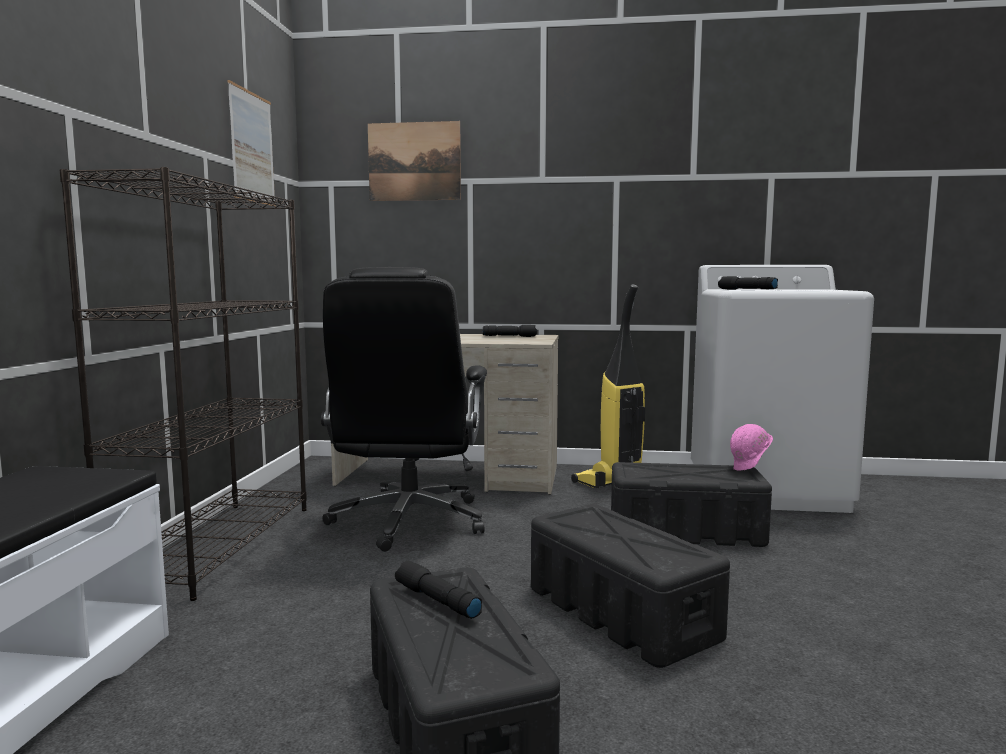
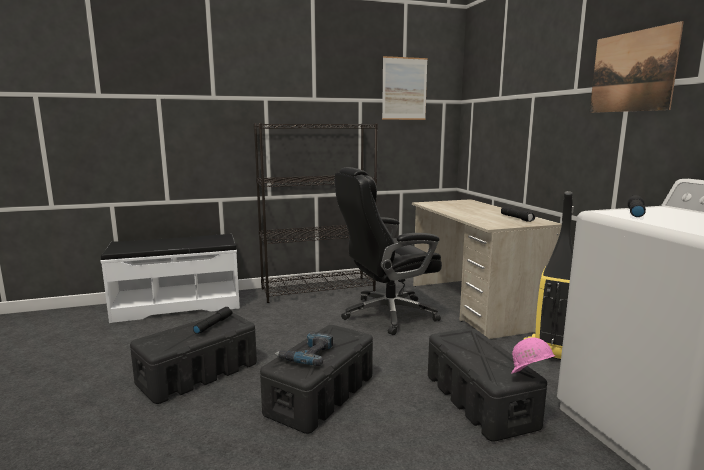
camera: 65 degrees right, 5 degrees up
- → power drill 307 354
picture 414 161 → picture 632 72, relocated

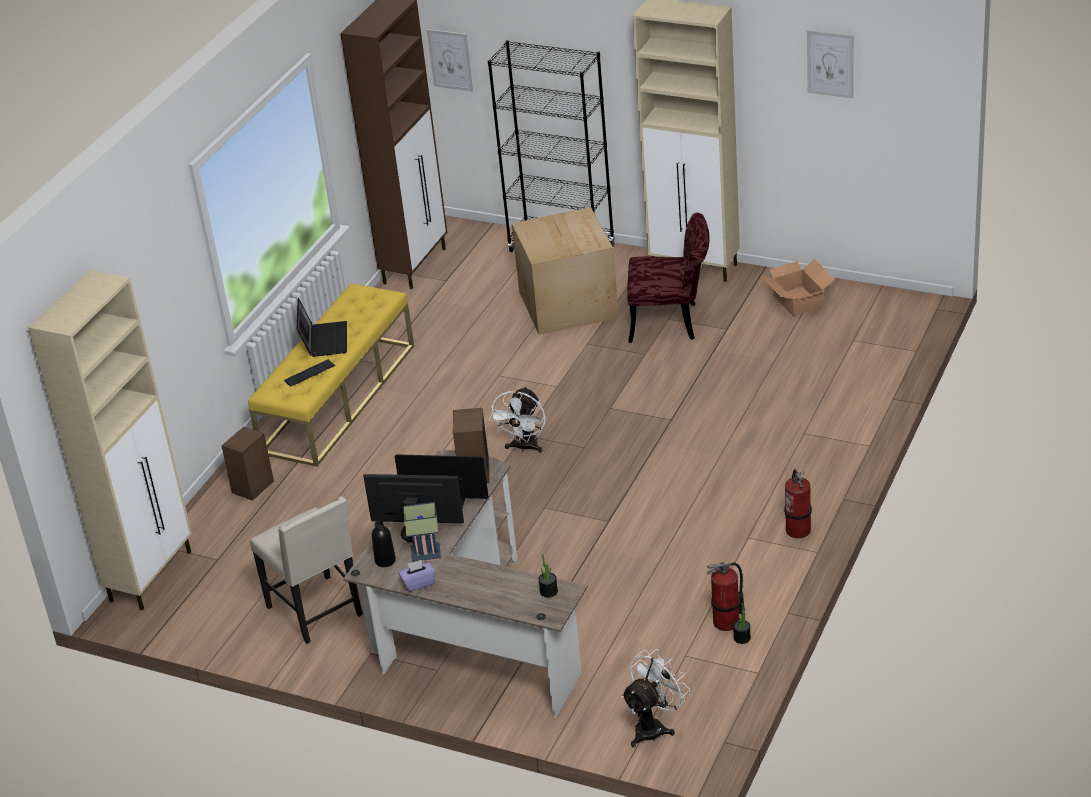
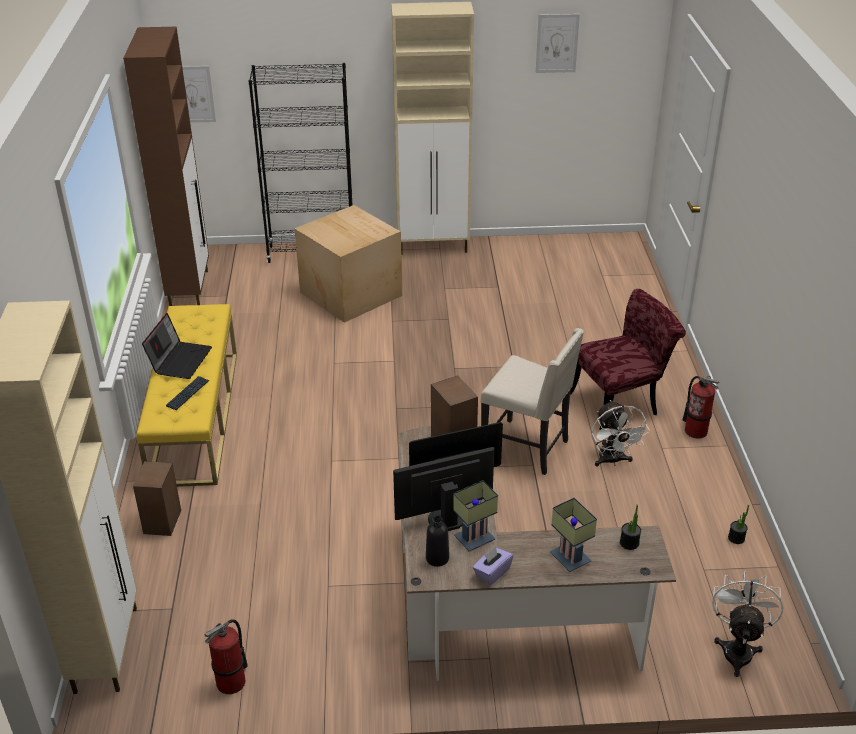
camera: 30 degrees left, 0 degrees up
carton 798 300 → -
- → table lamp 572 559
plain chair in beige-coloured 317 611 → plain chair in beige-coloured 527 448, relocated
fan in whitish 524 448 → fan in whitish 612 461, relocated
plain chair in reddish 672 322 → plain chair in reddish 621 402, relocated
fire-fighting cylinder 727 622 → fire-fighting cylinder 231 682, relocated
portable computer 324 340 → portable computer 180 360, 45 degrees clockwise

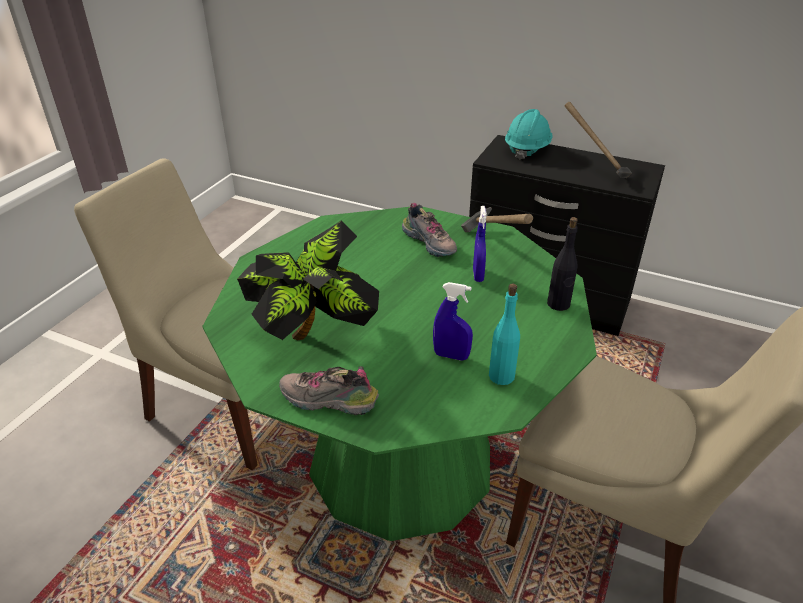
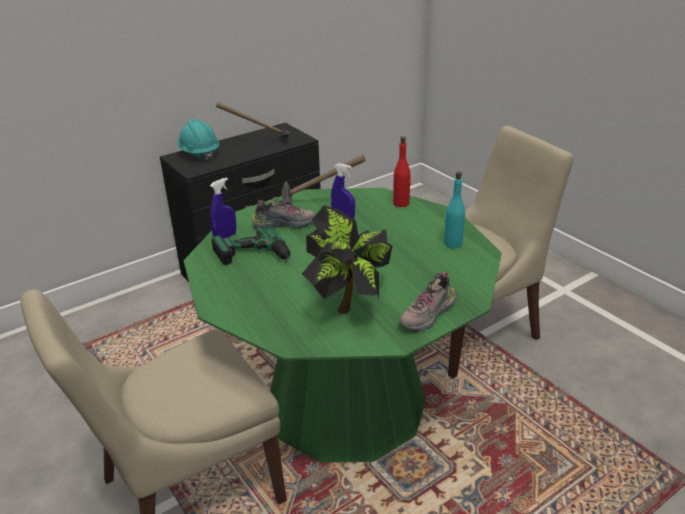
camera: 60 degrees left, 5 degrees down
- → power drill 256 258
hand sprayer in blue 451 355 → hand sprayer in blue 225 236, relocated
bottle in black-coloured 558 304 → bottle in reddish 401 203

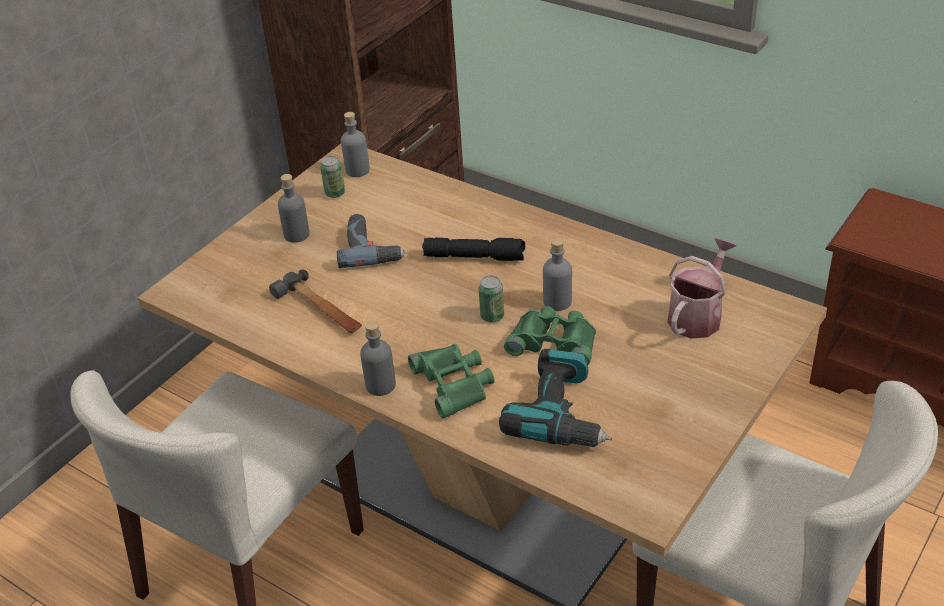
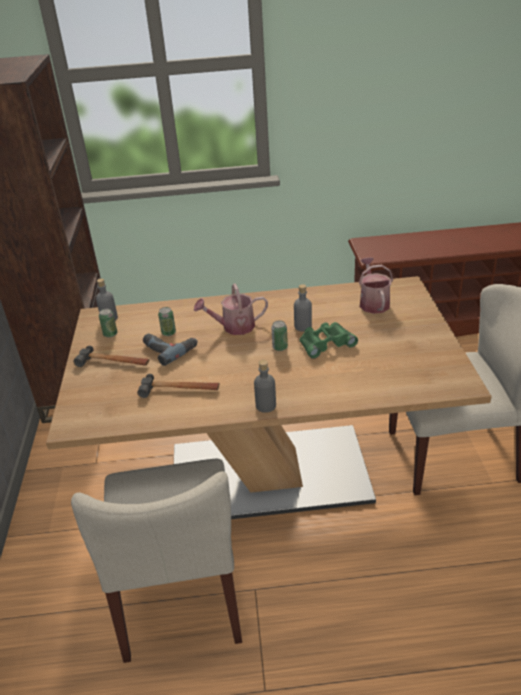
camera: 40 degrees left, 5 degrees down
binoculars in greenish 454 383 → -
power drill 562 414 → -
- → sealed can 168 333
bottle in greyish 296 234 → hand hammer 113 363
hand torch in black-coloured 475 256 → watering can 233 327

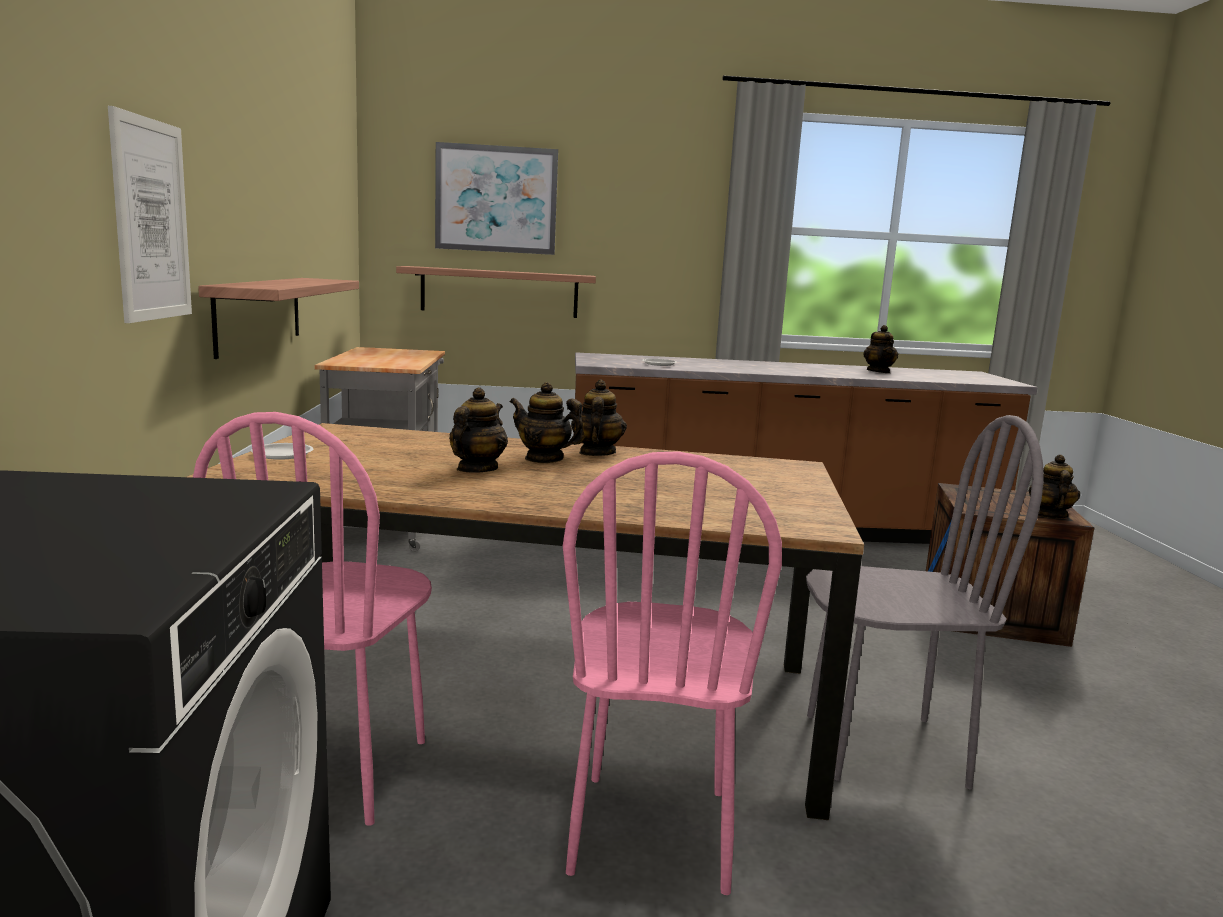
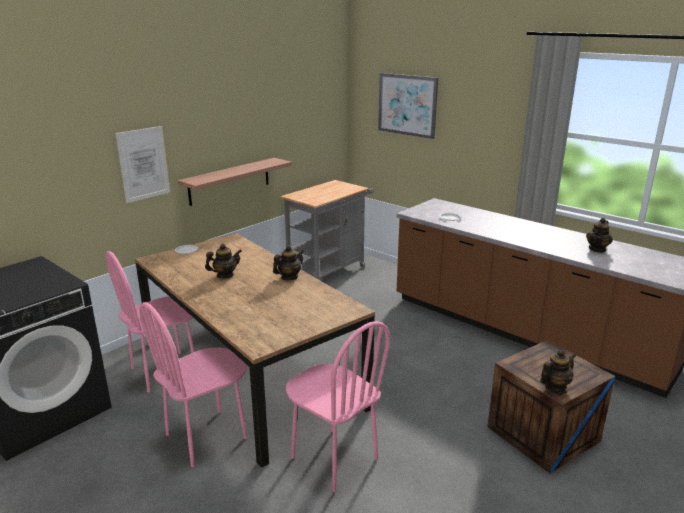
camera: 45 degrees right, 10 degrees up
shelf 499 292 → -
pot for tea 544 459 → -
plain chair in greyish 884 748 → plain chair in pinkish 333 458

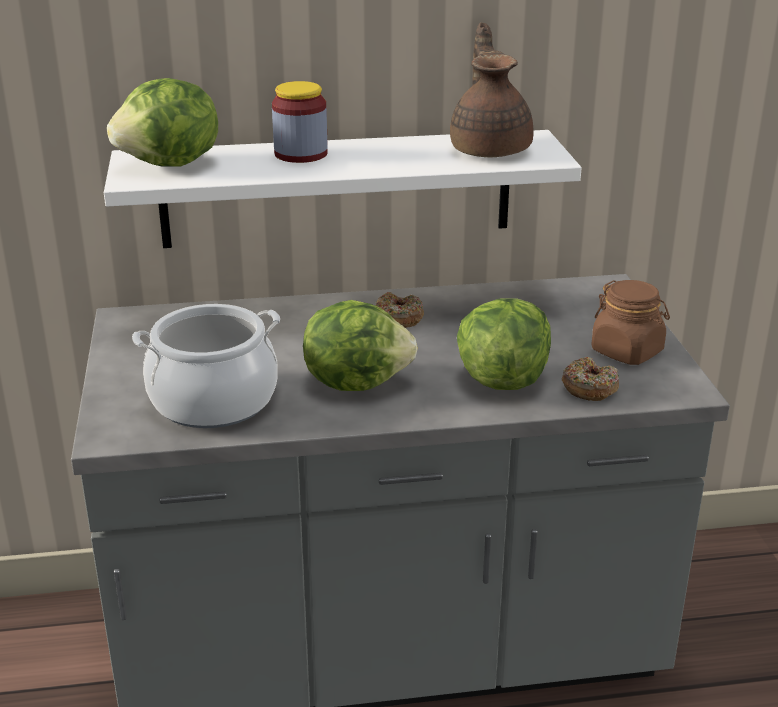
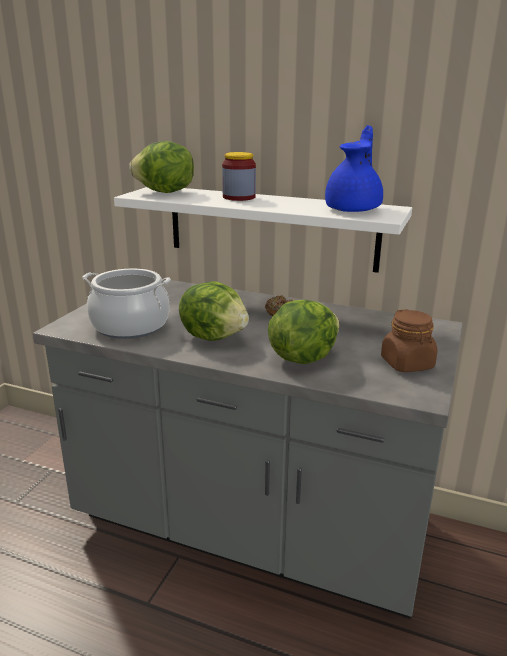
camera: 30 degrees right, 5 degrees down
donut 589 388 → -
pot for tea in brown-coloured 490 149 → pot for tea in blue 354 209

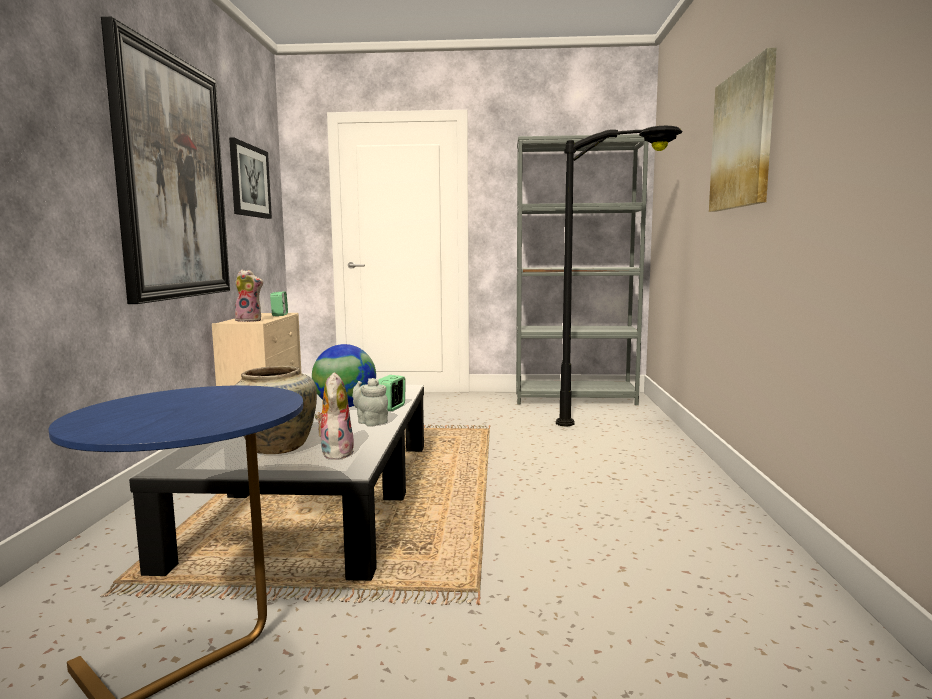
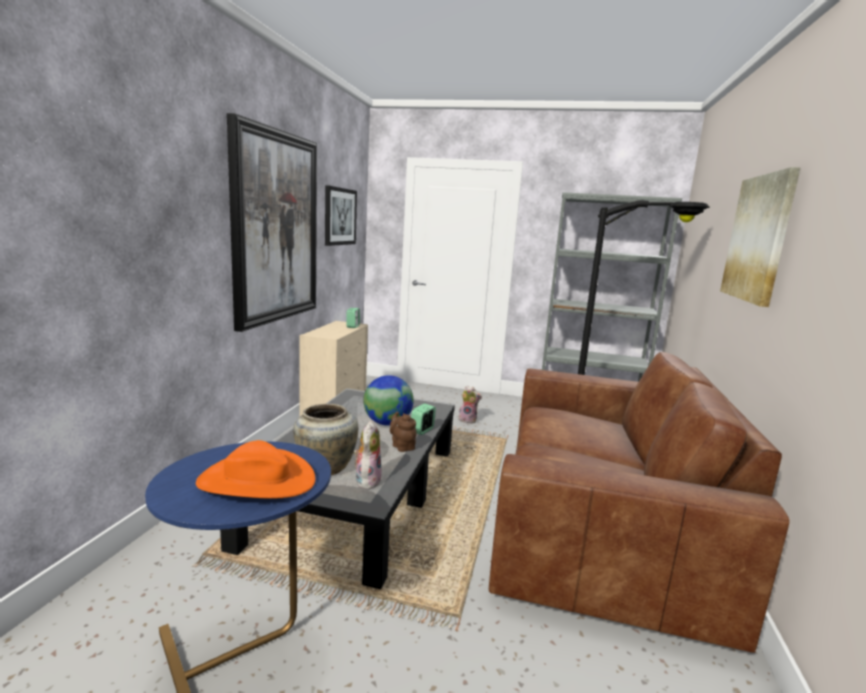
camera: 10 degrees right, 5 degrees up
- → clothing hat in orange-coloured 256 481
- → settee in brown-coloured 600 523
plush toy 250 320 → plush toy 468 420, relocated
pot for tea in greyish 370 422 → pot for tea in brown-coloured 402 446

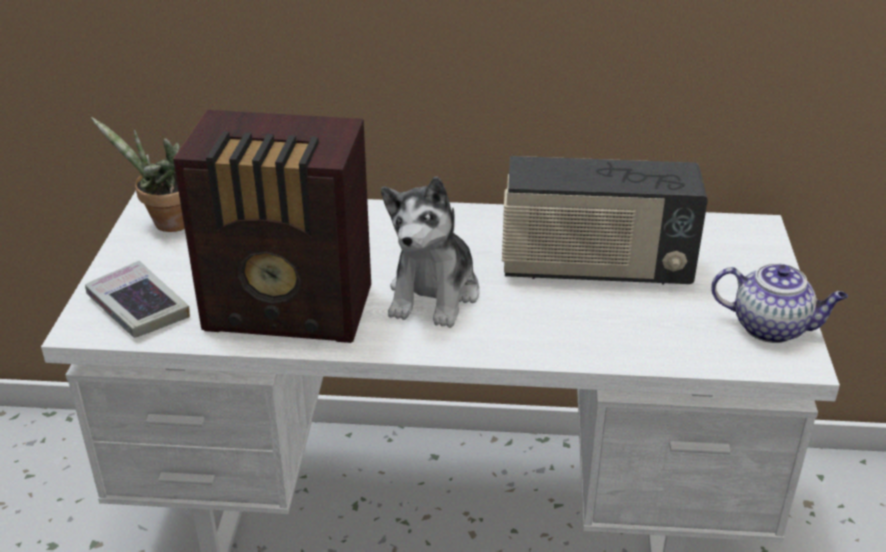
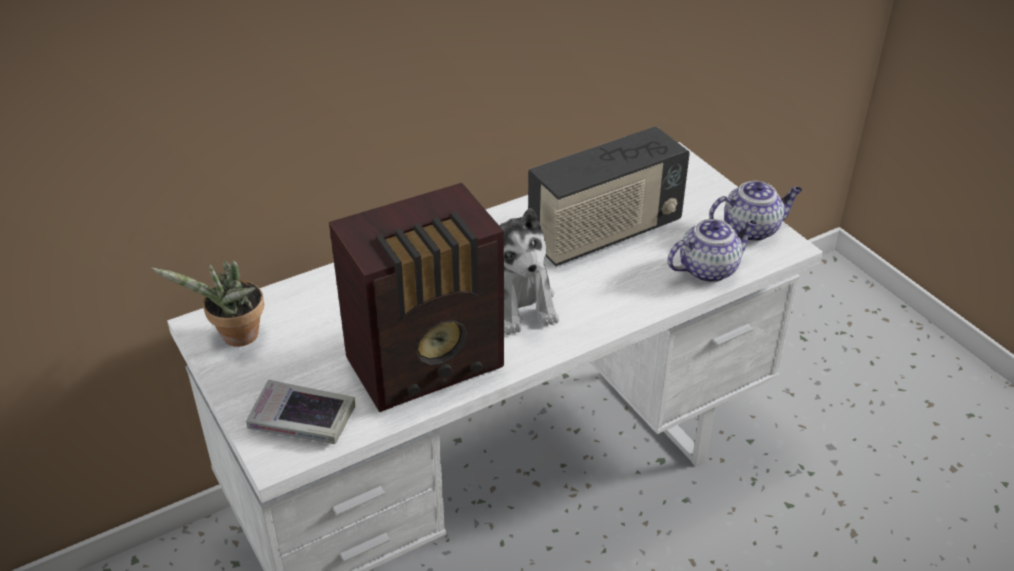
camera: 35 degrees left, 5 degrees up
- → pot for tea 709 268

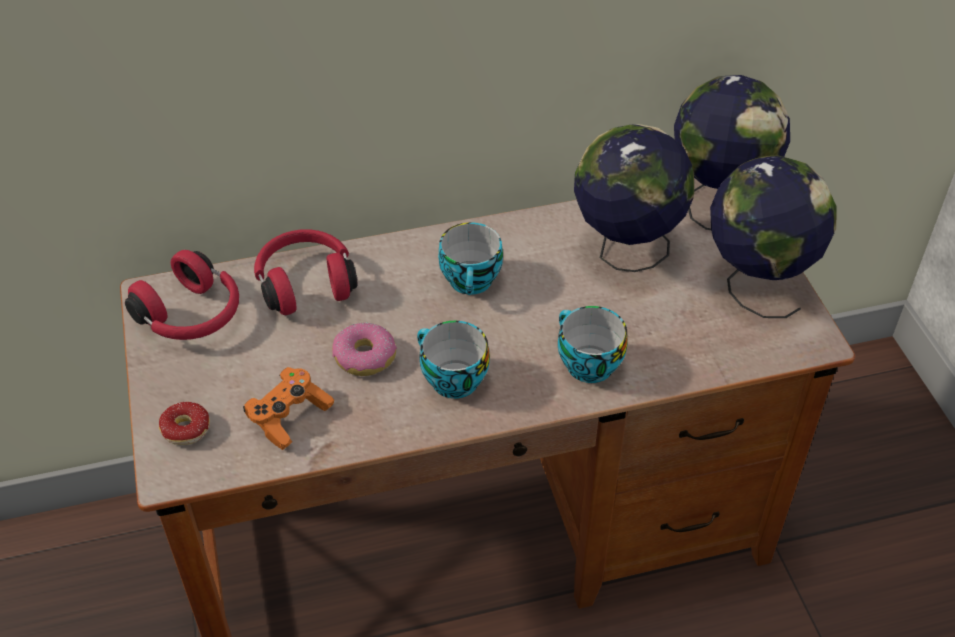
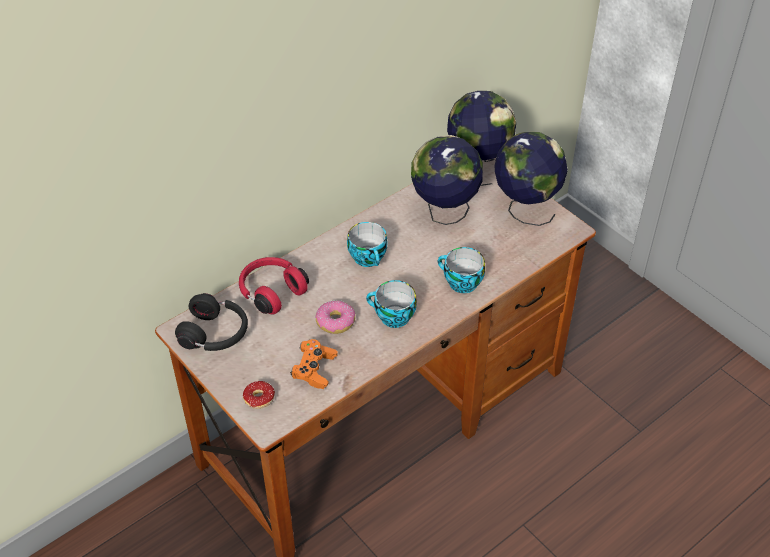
camera: 25 degrees left, 0 degrees up
headset in reddish 192 316 → headset in black-coloured 216 334

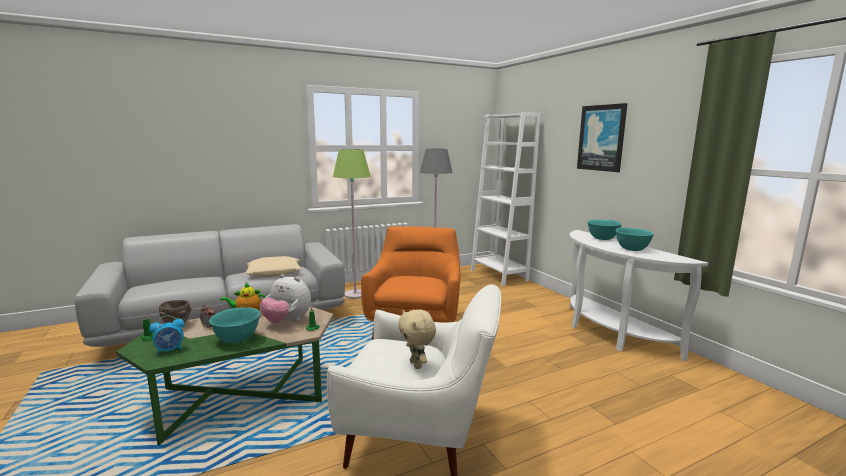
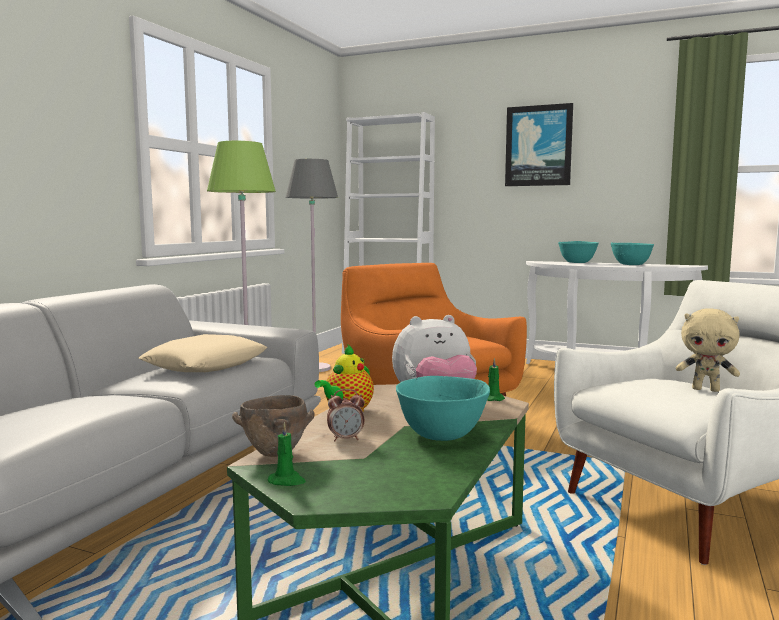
camera: 40 degrees left, 5 degrees down
alarm clock 170 350 → -

